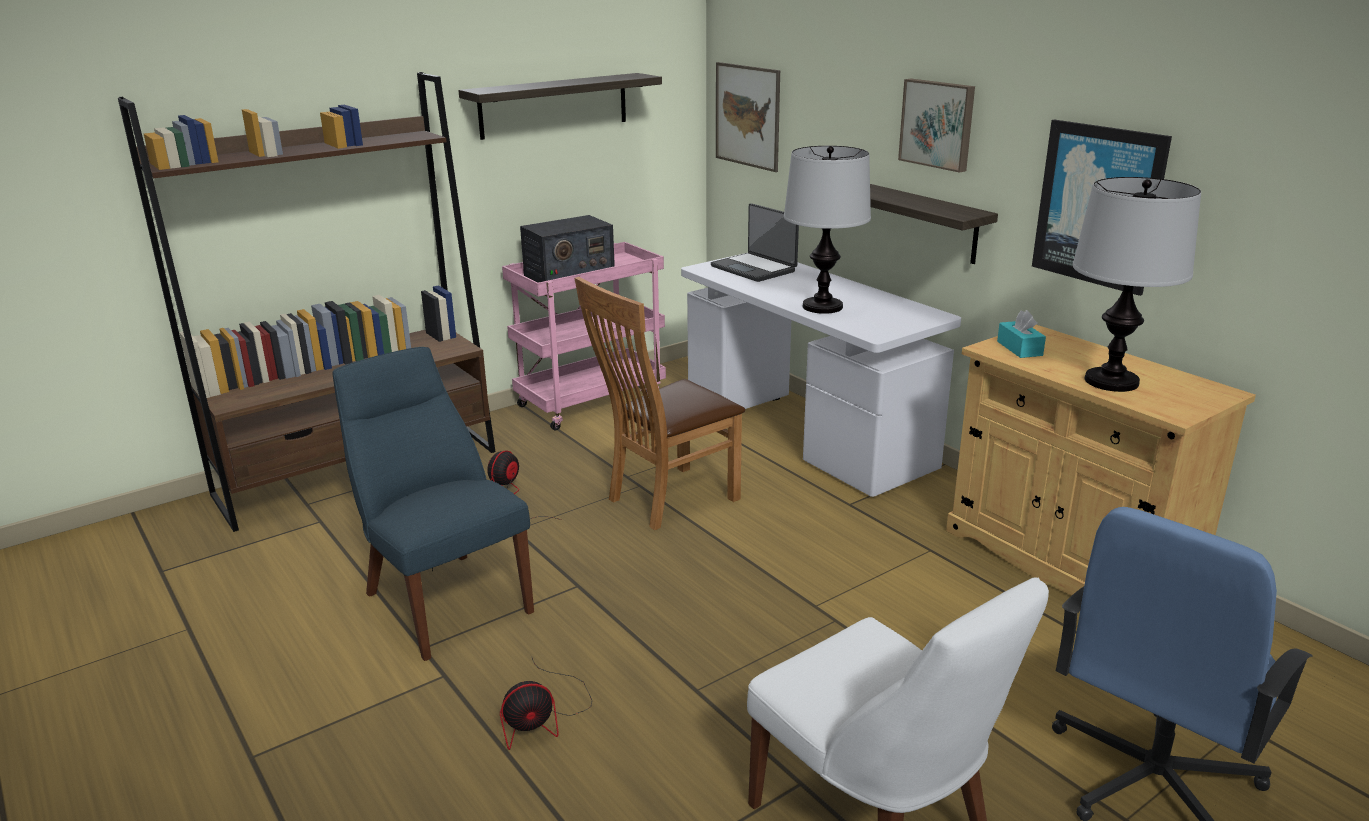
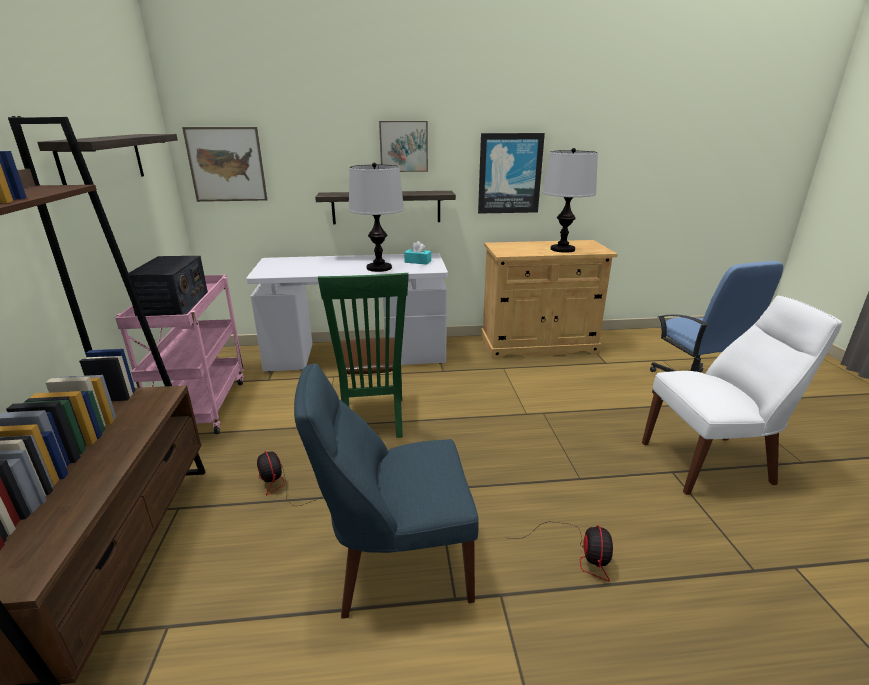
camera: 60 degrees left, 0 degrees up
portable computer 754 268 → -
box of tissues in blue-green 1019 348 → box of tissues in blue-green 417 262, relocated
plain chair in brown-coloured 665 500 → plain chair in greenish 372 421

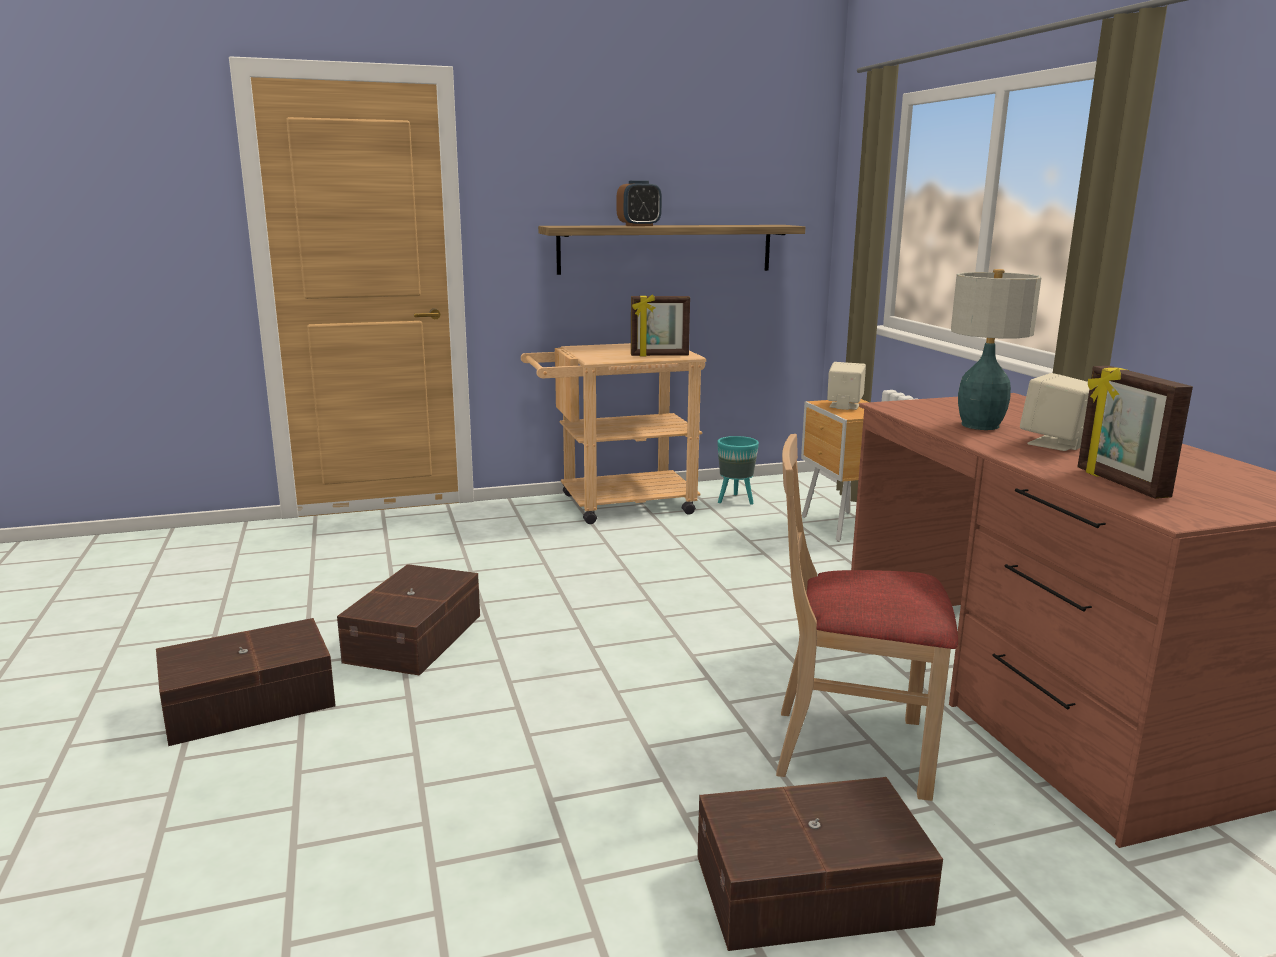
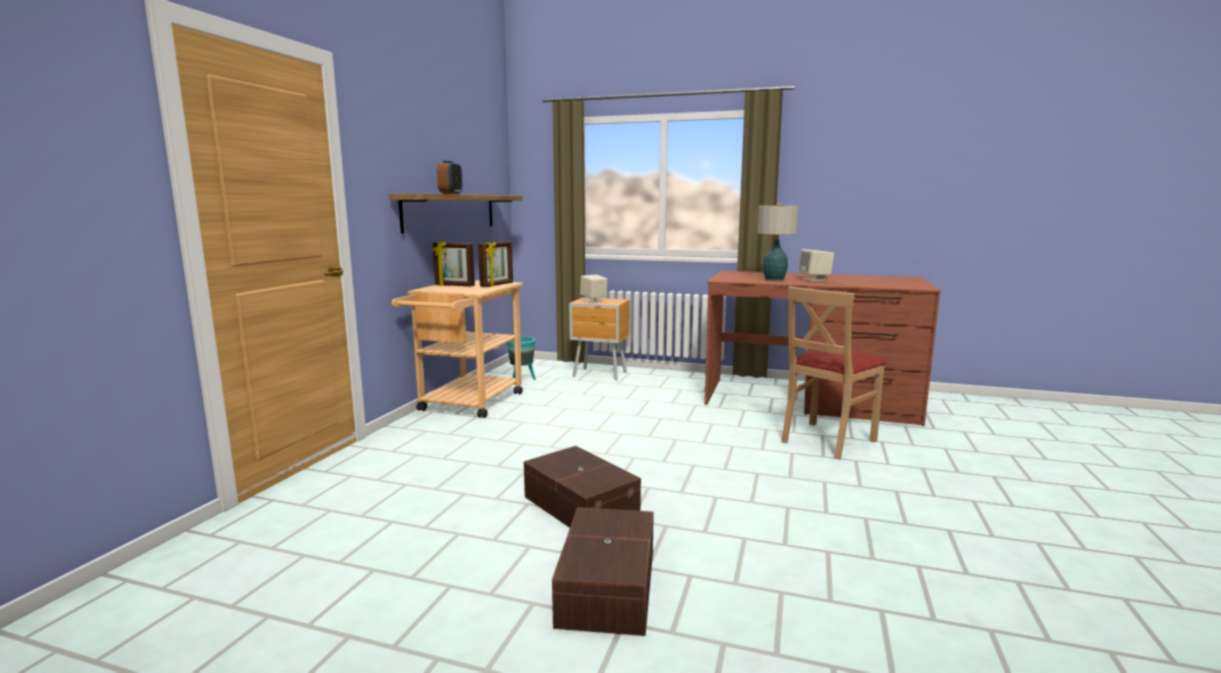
camera: 55 degrees left, 5 degrees down
storage container in brown-coloured 813 891 → -
photo frame 1120 483 → photo frame 454 286, relocated

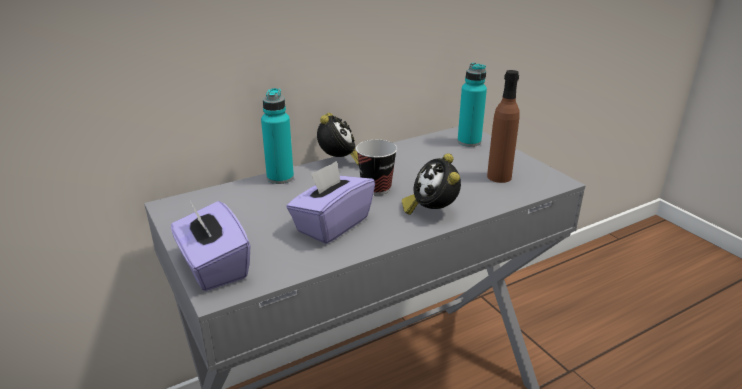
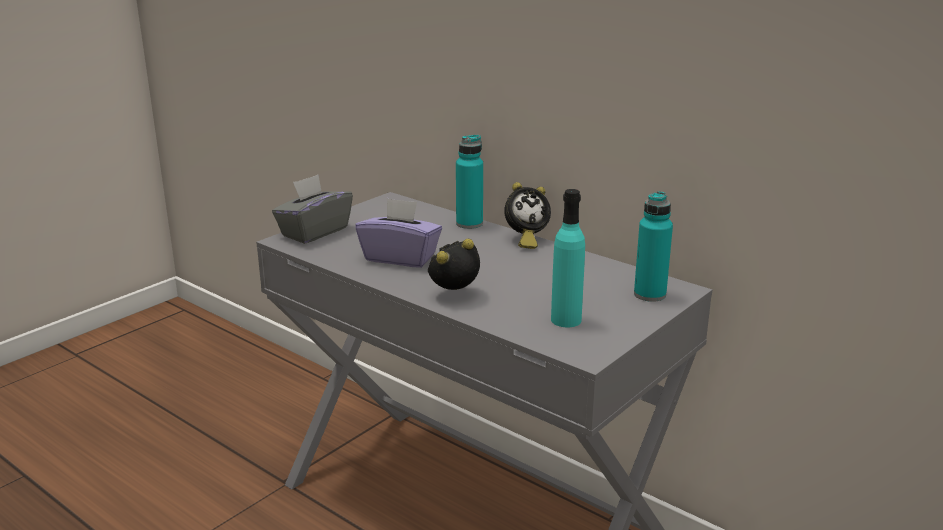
camera: 70 degrees right, 5 degrees down
cup 376 188 → -
box of tissues in purplish 213 267 → box of tissues in greyish 314 232
bottle in brown-coloured 499 177 → bottle in blue-green 566 320

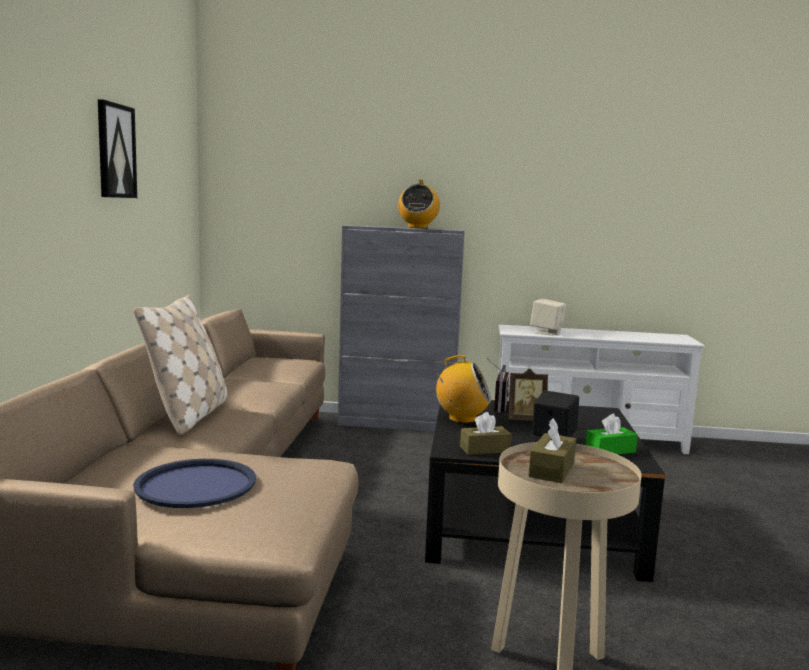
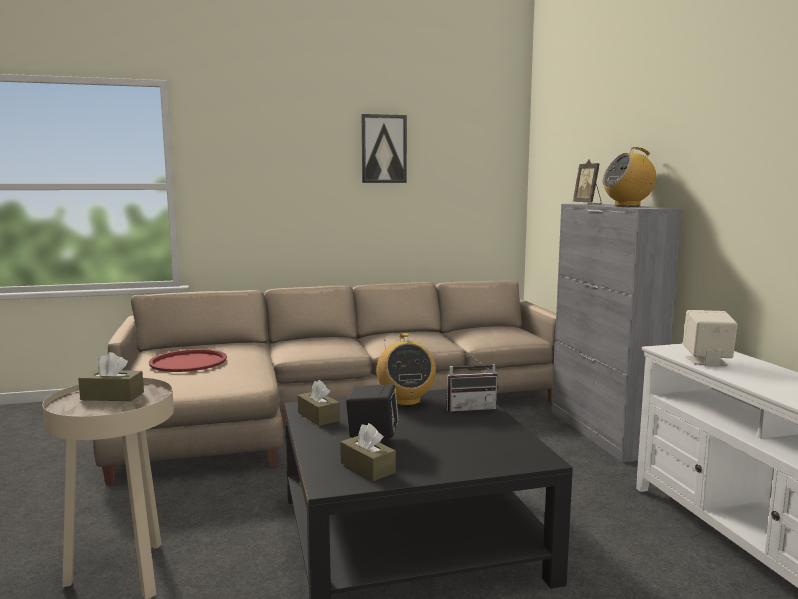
camera: 70 degrees right, 0 degrees up
pillow in beige-coloured 189 415 → -
photo frame 525 420 → photo frame 587 203, relocated
serving tray in blue 195 485 → serving tray in reddish 188 362
box of tissues in greenish 610 450 → box of tissues in brown-coloured 367 468

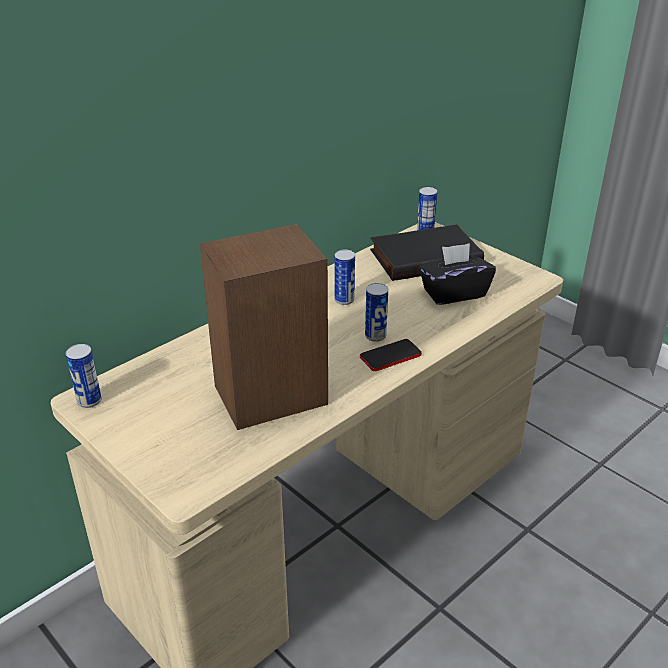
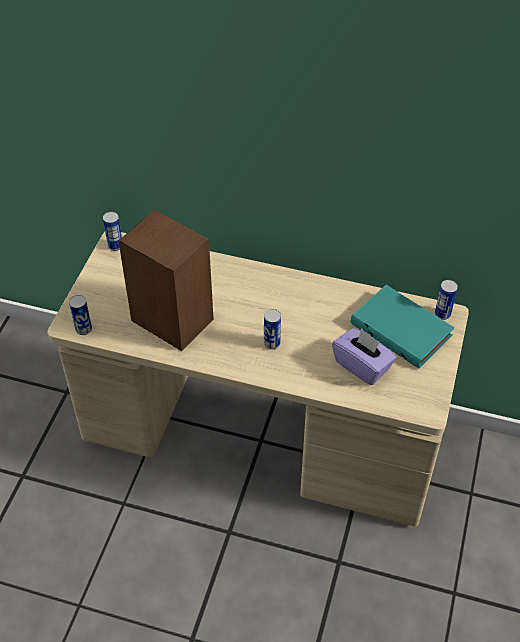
camera: 60 degrees right, 15 degrees up
handset 390 356 → -
sealed can 344 300 → sealed can 83 329, relocated
bound book in black-coloured 425 257 → bound book in blue-green 403 329
box of tissues in black-coloured 454 293 → box of tissues in purplish 362 366

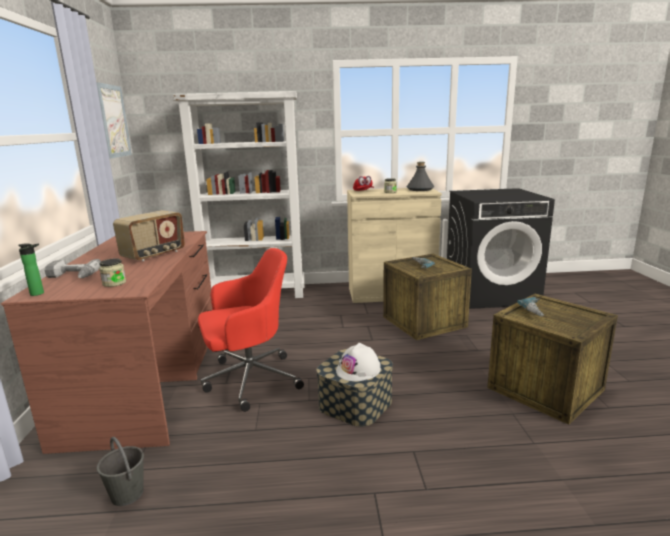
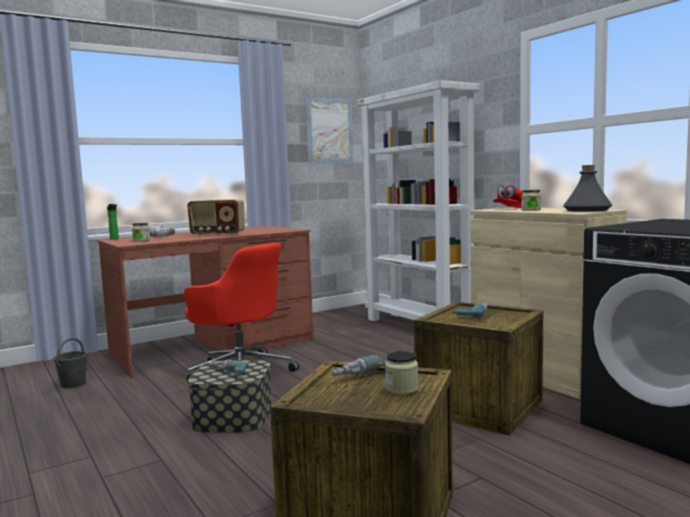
camera: 60 degrees right, 10 degrees down
- → storage jar 402 388
hard hat in whitish 358 369 → power drill 224 373

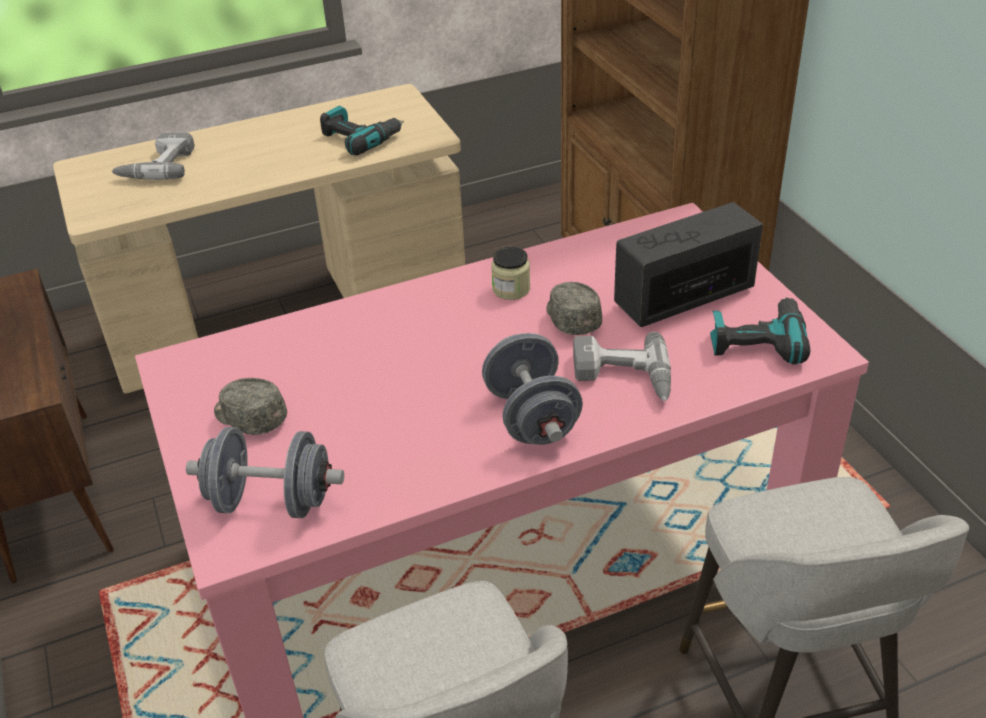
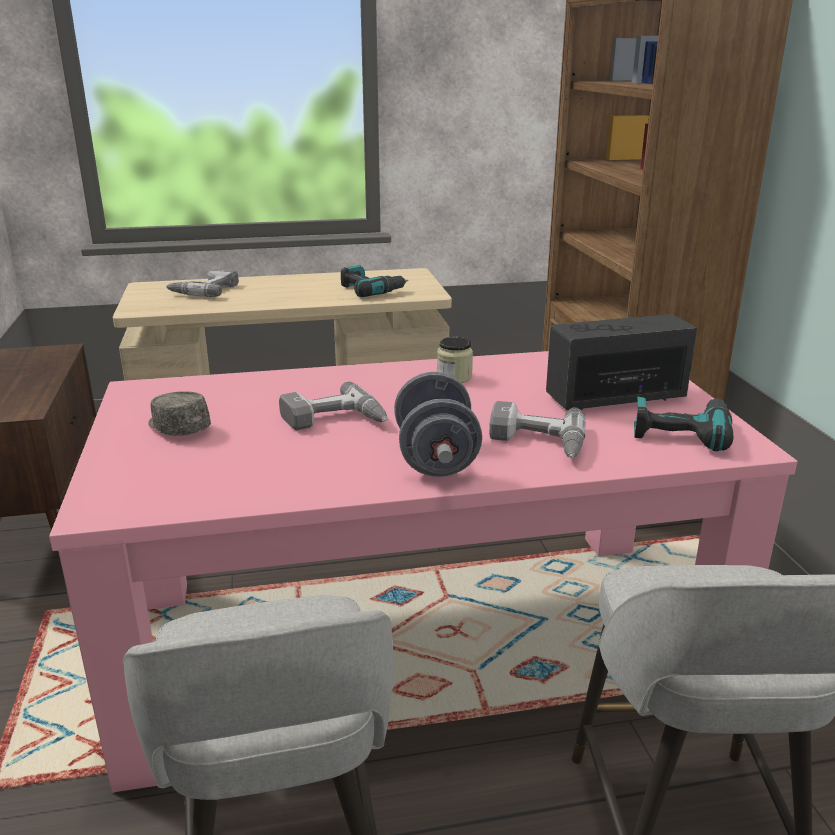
camera: 10 degrees right, 15 degrees down
hand weight in greyish 272 501 → -
peaked cap in greyish 571 318 → -
- → power drill 335 421

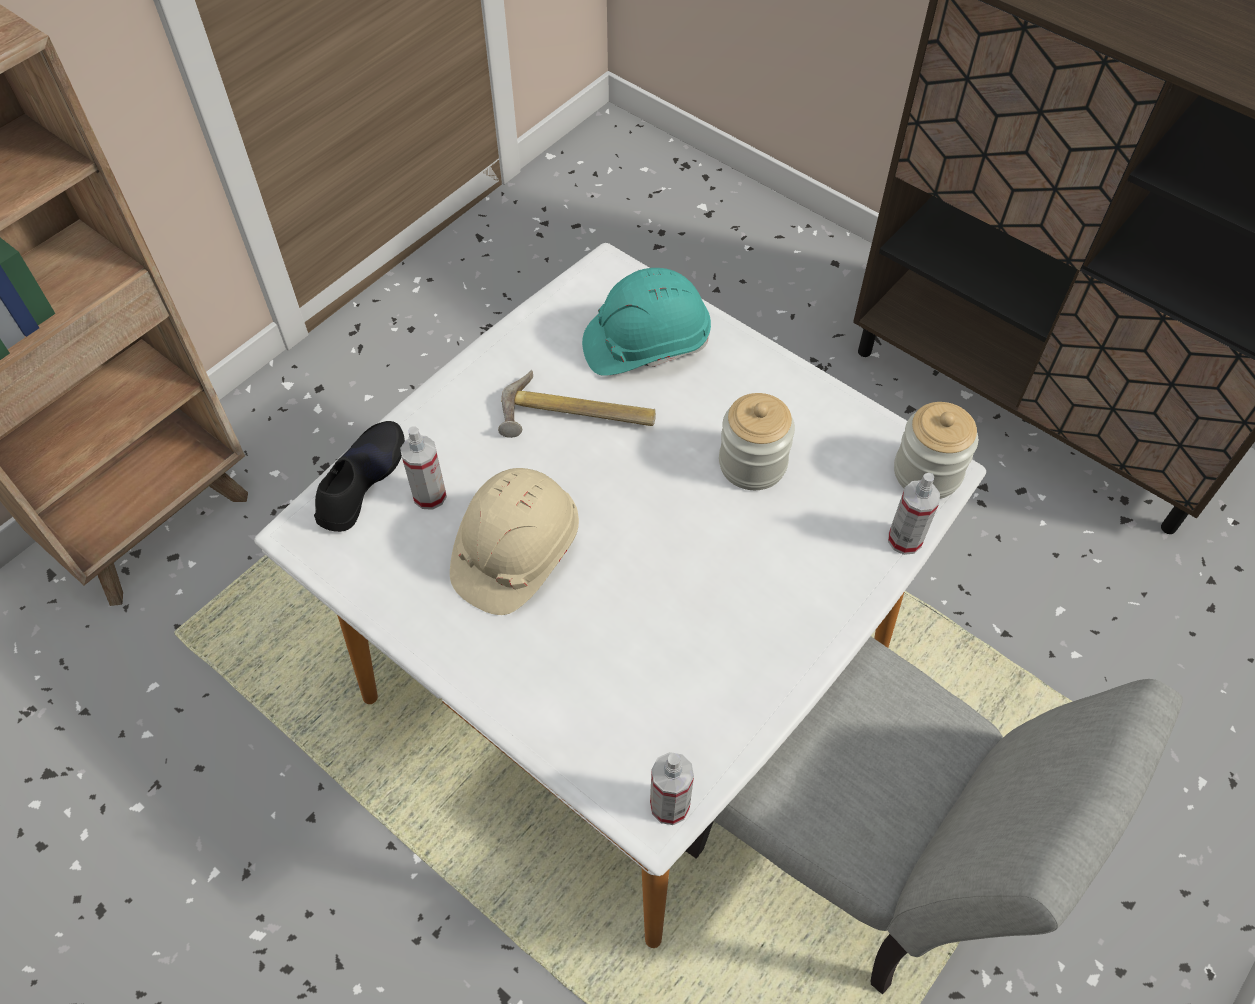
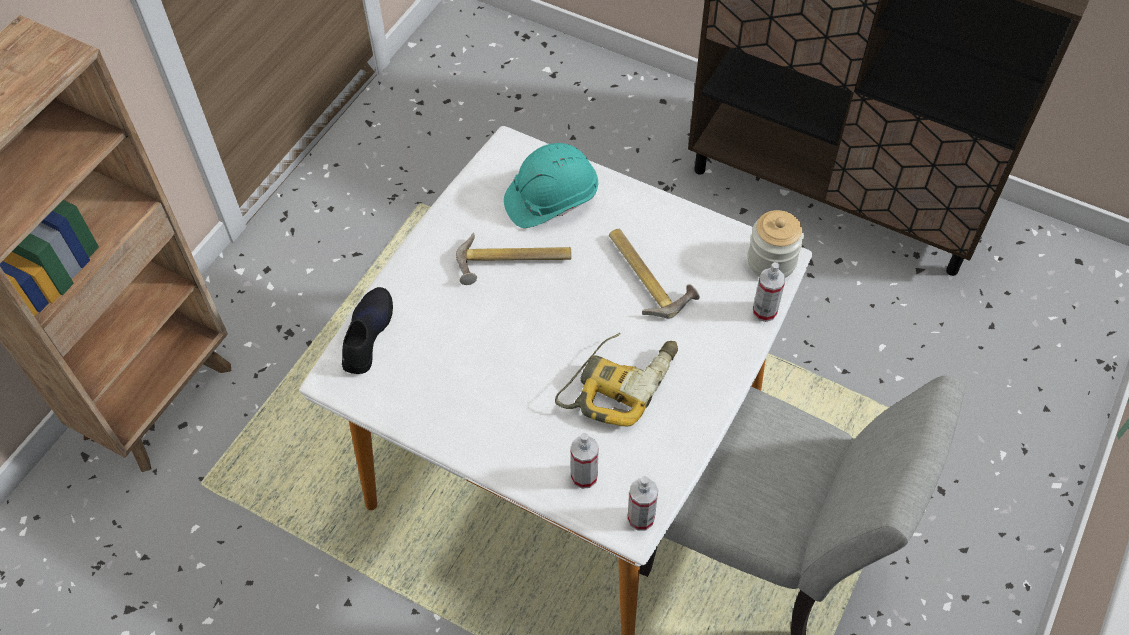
camera: 10 degrees left, 0 degrees up
hard hat in beige-coloured 515 553 → -
- → power drill 619 381
hand sprayer 429 495 → hand sprayer 584 476, relocated
storage jar 752 463 → hand hammer 647 275

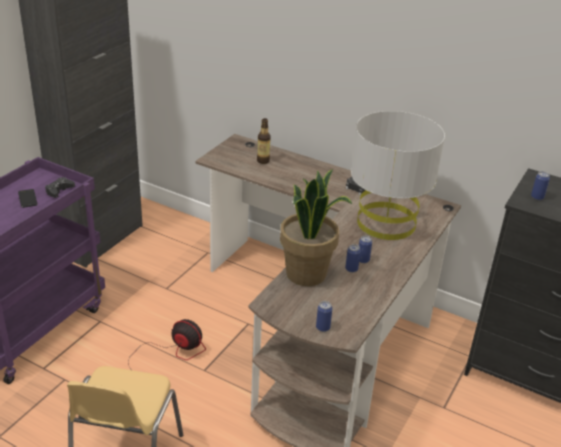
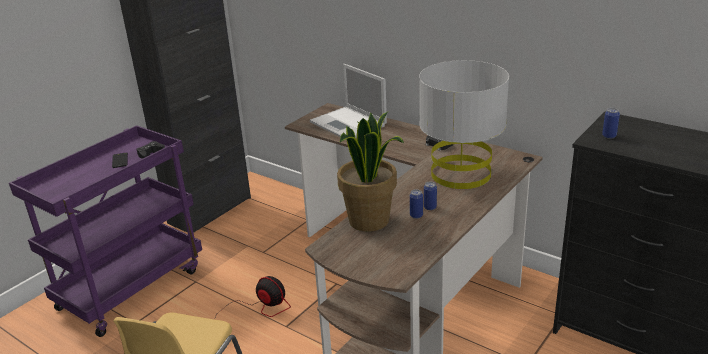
camera: 10 degrees right, 5 degrees down
sealed can 323 327 → -
bottle 263 161 → portable computer 349 124

